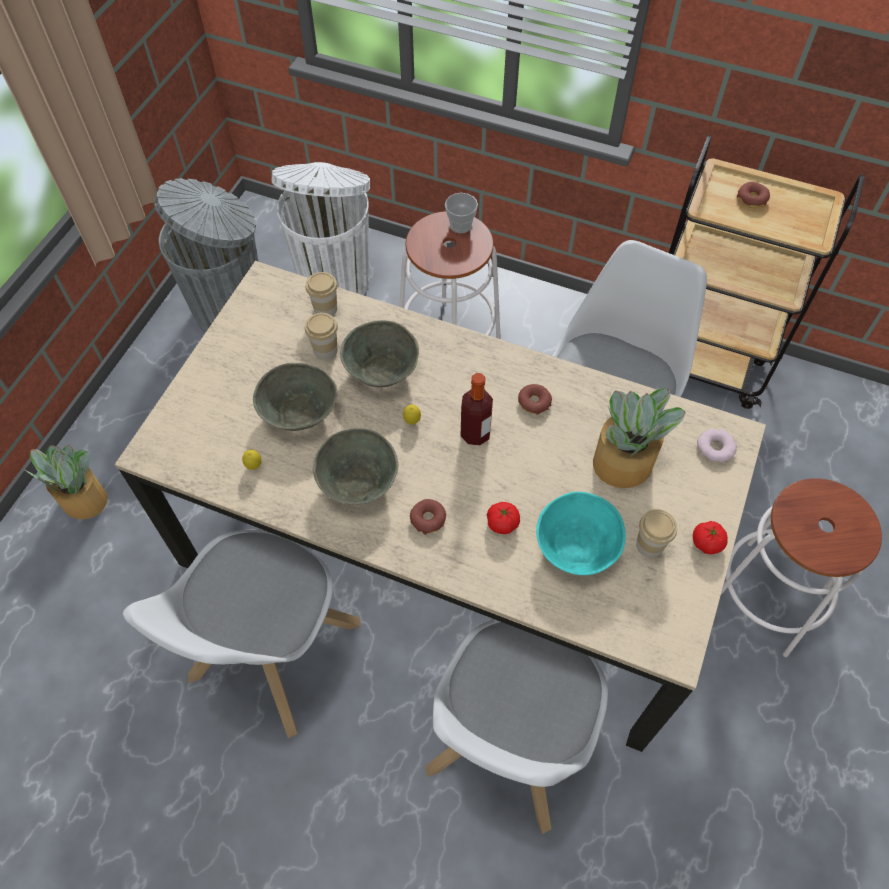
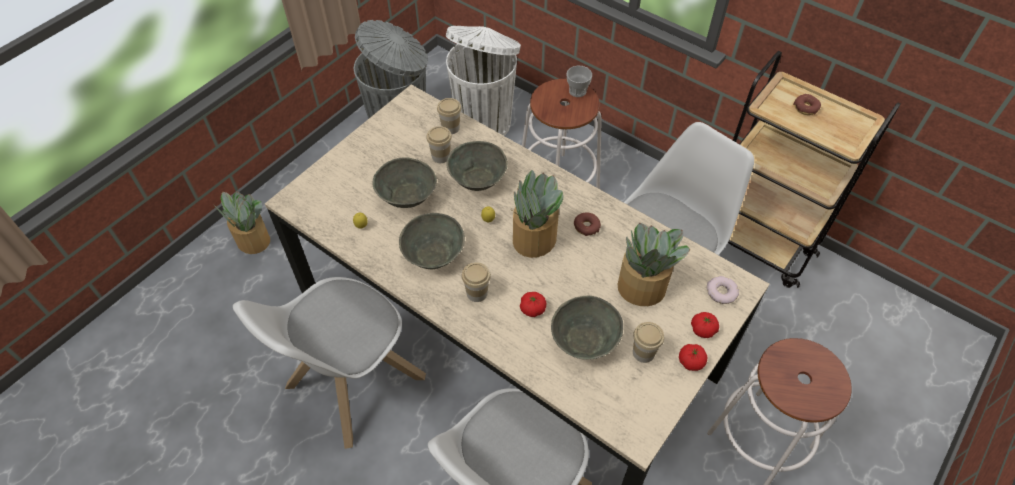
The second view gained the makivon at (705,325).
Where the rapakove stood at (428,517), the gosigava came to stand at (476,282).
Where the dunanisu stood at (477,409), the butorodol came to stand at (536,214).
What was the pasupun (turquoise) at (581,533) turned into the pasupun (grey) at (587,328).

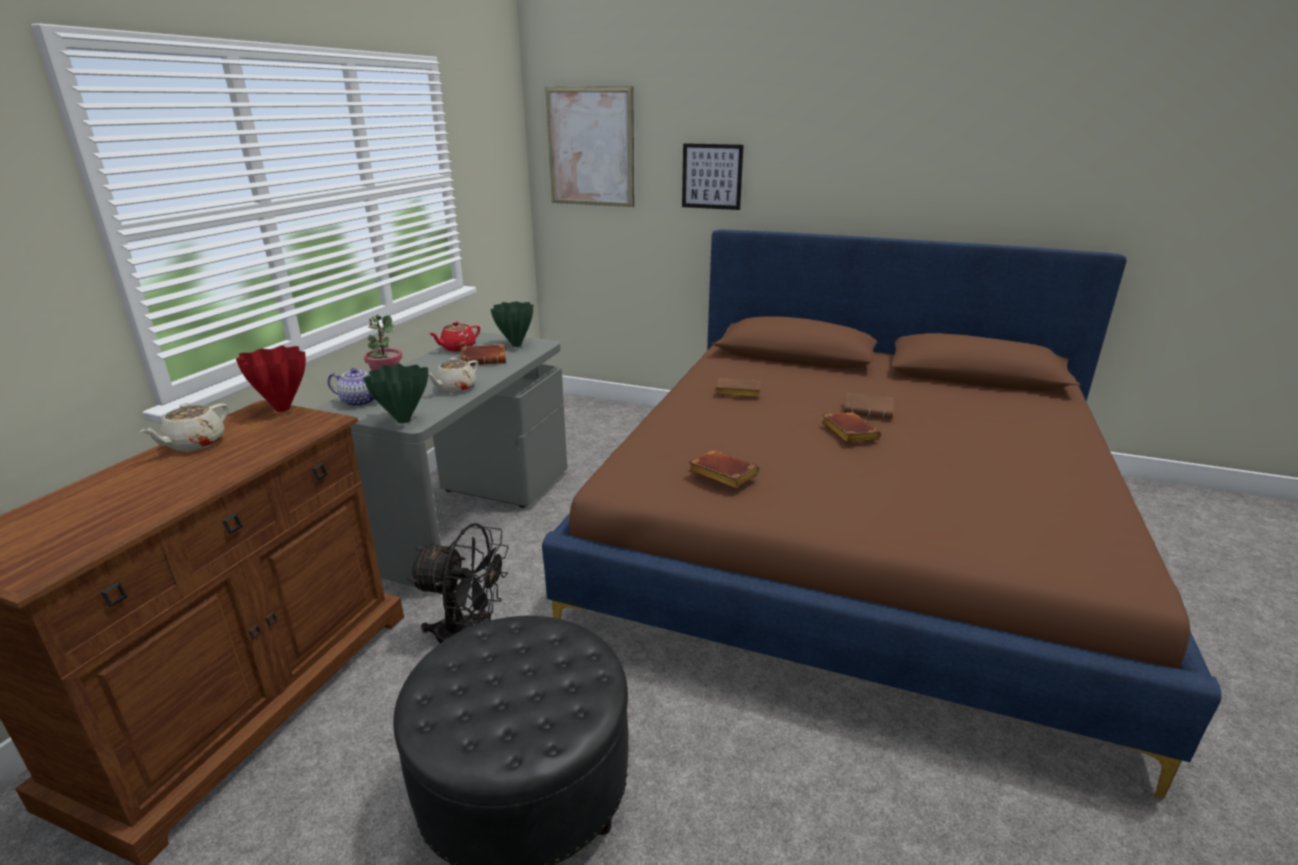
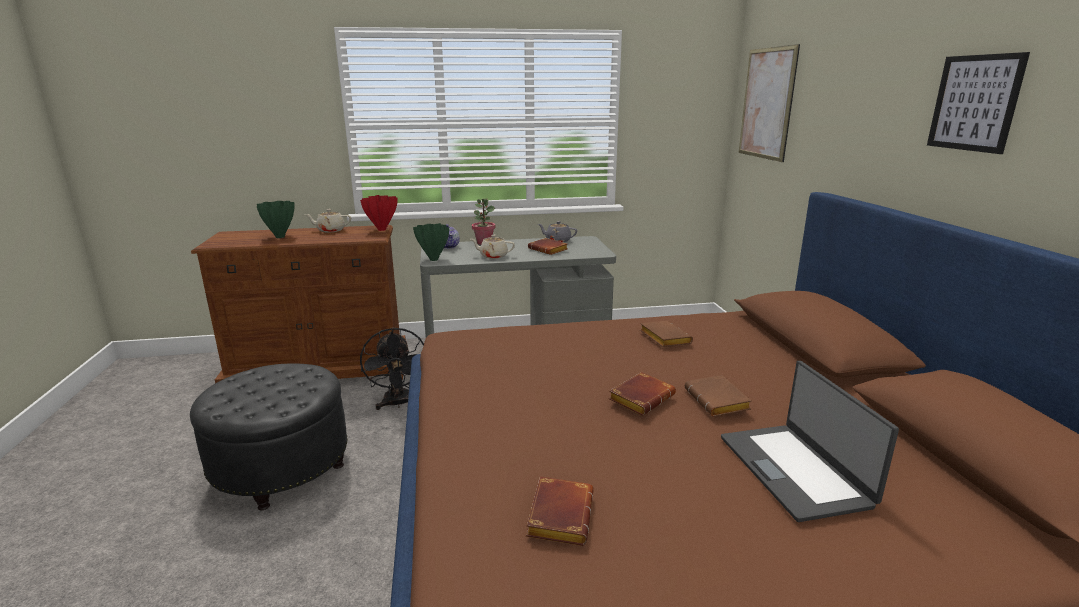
The second view gained the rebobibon at (810,441).
The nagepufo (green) ended up elsewhere, having gone from (511,324) to (275,219).
The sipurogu ended up elsewhere, having gone from (713,176) to (978,103).
The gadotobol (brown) ended up elsewhere, having gone from (723,469) to (560,511).
What was the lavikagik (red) at (454,336) turned into the lavikagik (grey) at (557,231).

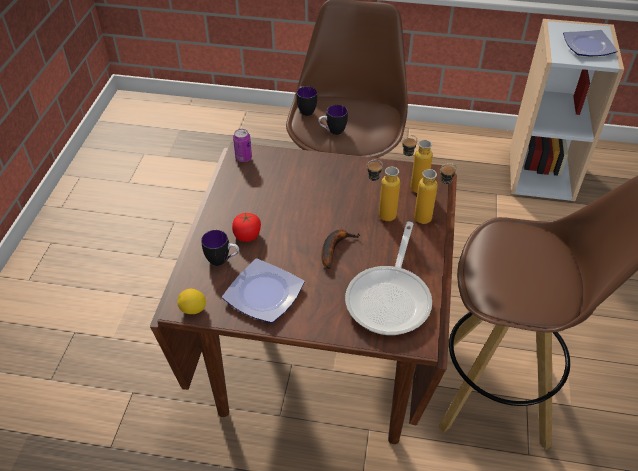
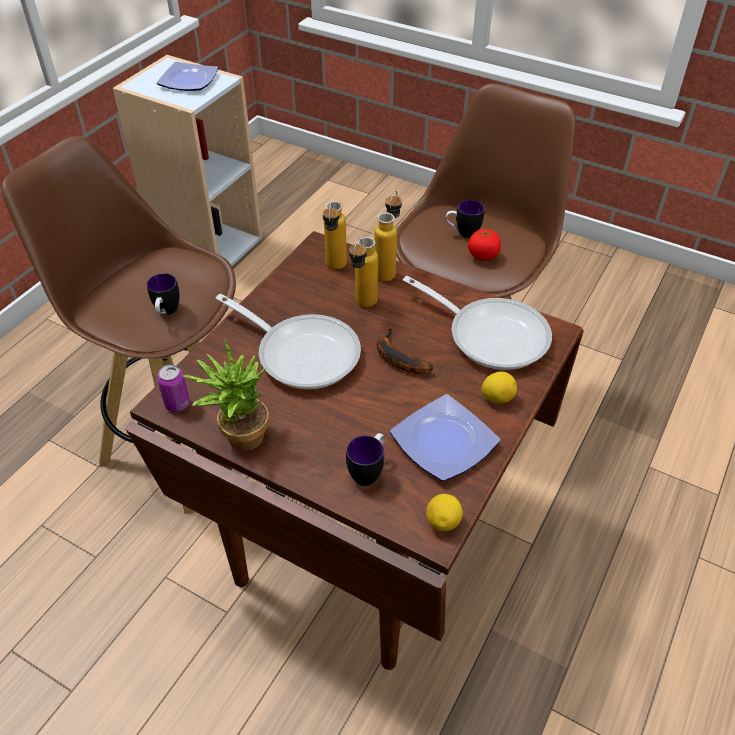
The second view gained the butorodol at (225,395).
The second view gained the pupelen at (288,342).
The second view gained the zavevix at (499,387).
The makivon ended up elsewhere, having gone from (246,227) to (484,245).
The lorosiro ended up elsewhere, having gone from (307,101) to (465,219).

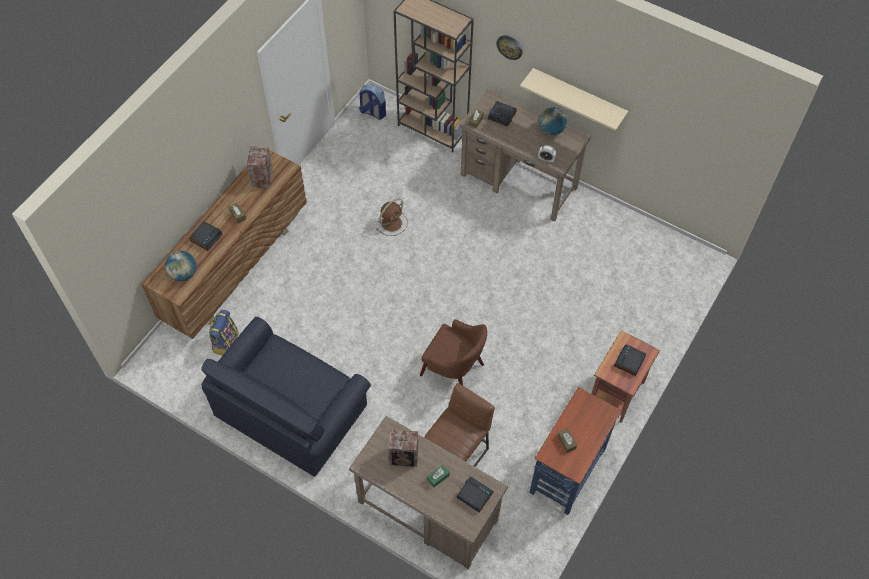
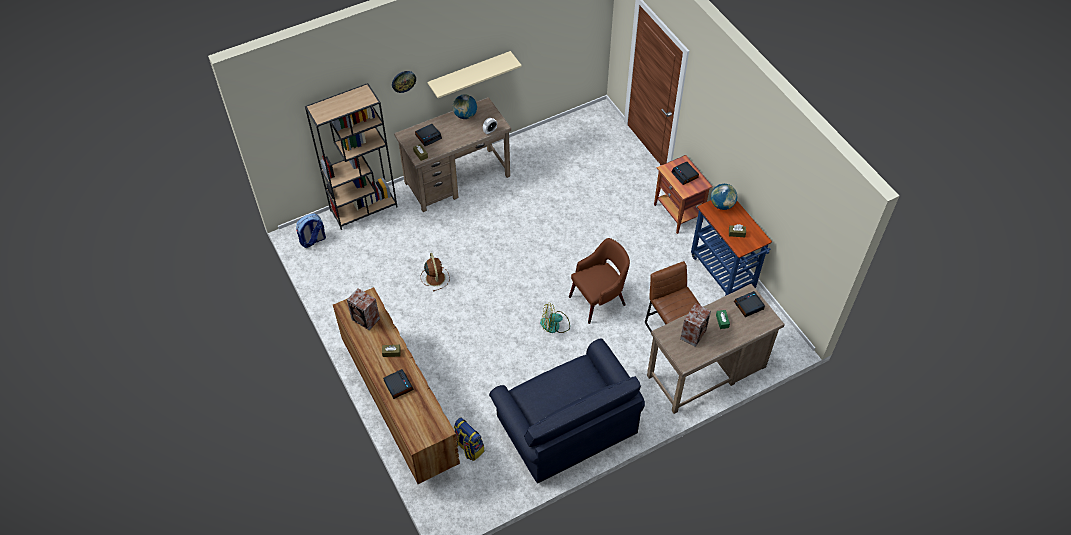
The second view gained the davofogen at (555,317).
The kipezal ended up elsewhere, having gone from (180,266) to (724,197).

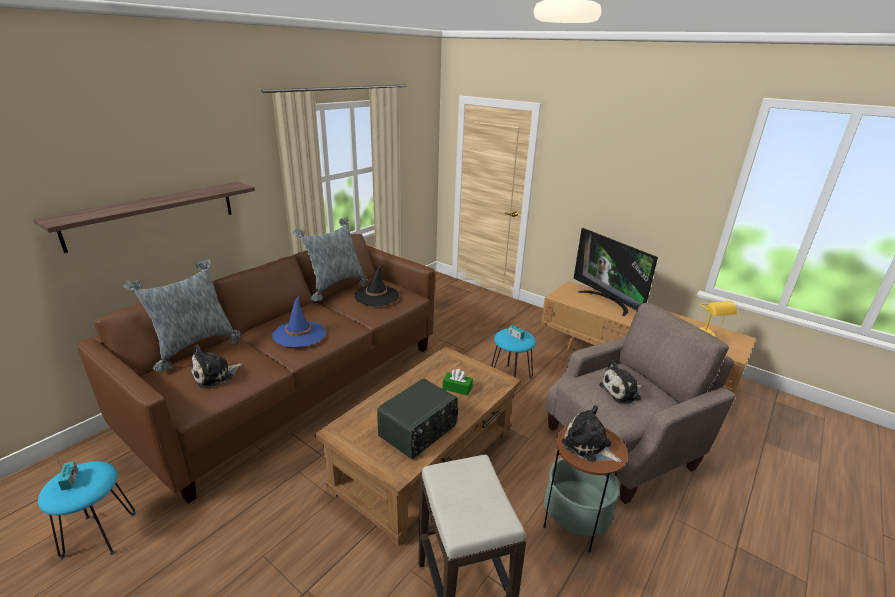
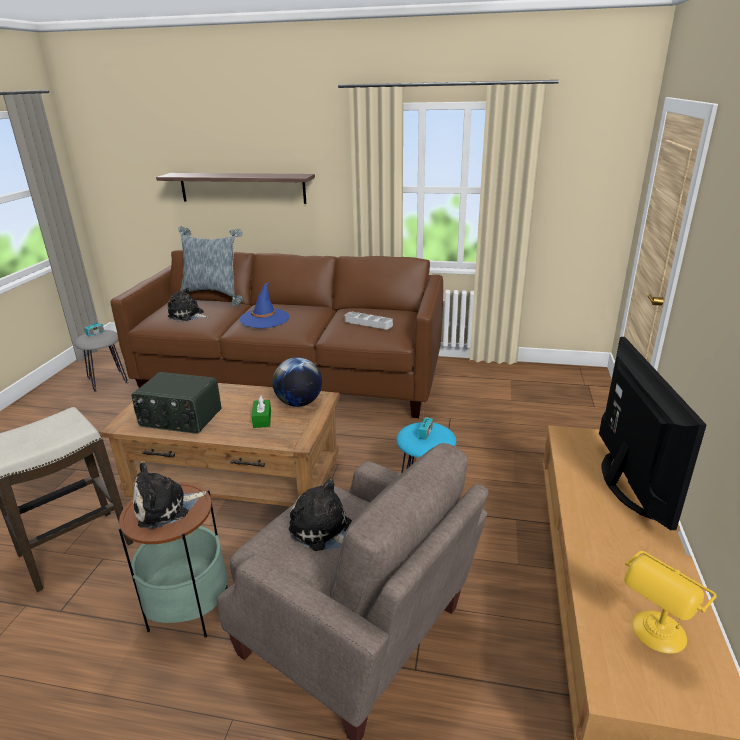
The second view lost the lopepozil at (330,259).
The second view gained the kipezal at (297,382).
Where the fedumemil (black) stood at (376,285), the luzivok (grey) came to stand at (369,320).
What was the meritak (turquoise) at (87,510) turned into the meritak (grey) at (101,361).
The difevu at (592,433) ended up facing another way, 135 degrees counterclockwise from before.
The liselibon at (616,272) ended up facing another way, 150 degrees clockwise from before.

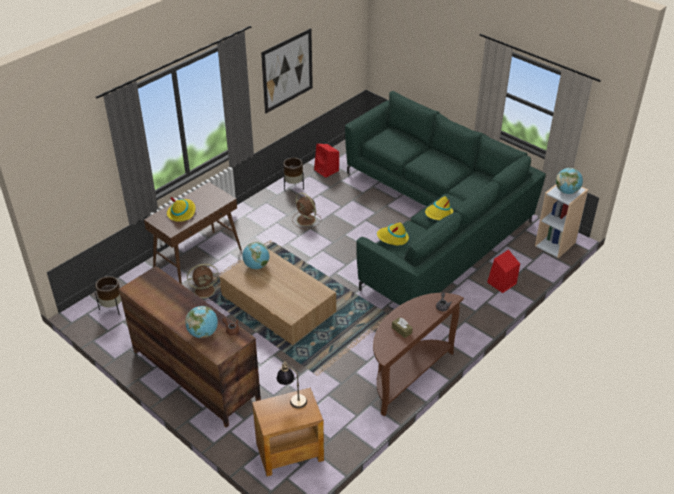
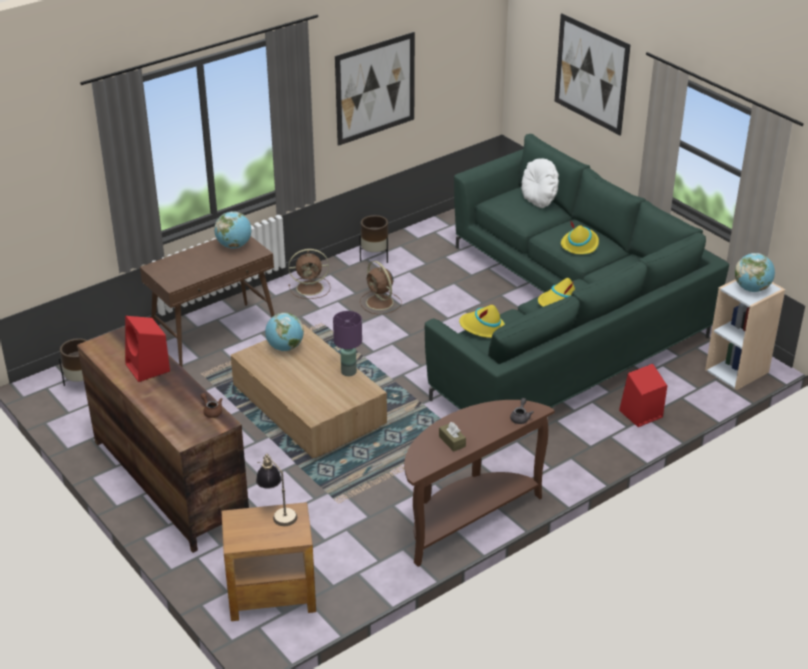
The second view gained the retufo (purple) at (347,343).
The second view gained the lopepozil (white) at (540,183).
The second view gained the sipurogu at (592,74).
The fedumemil (yellow) ended up elsewhere, having gone from (181,209) to (580,237).
The kipezal ended up elsewhere, having gone from (201,322) to (232,229).
The davofogen (brown) ended up elsewhere, having gone from (204,282) to (309,274).
The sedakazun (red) ended up elsewhere, having gone from (326,161) to (147,349).

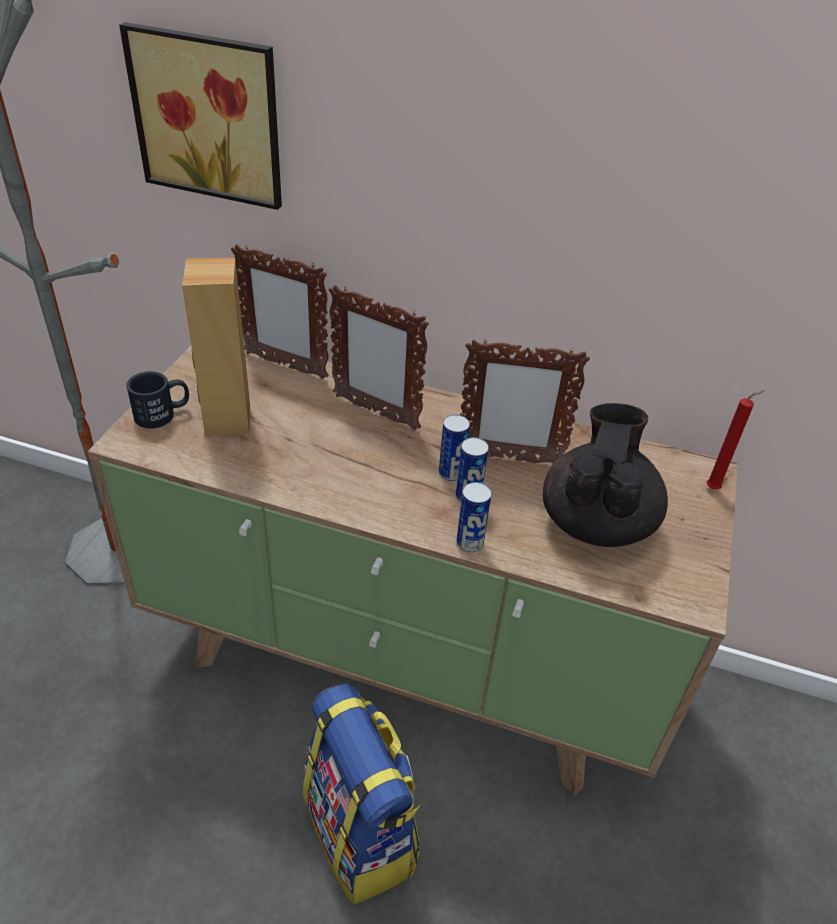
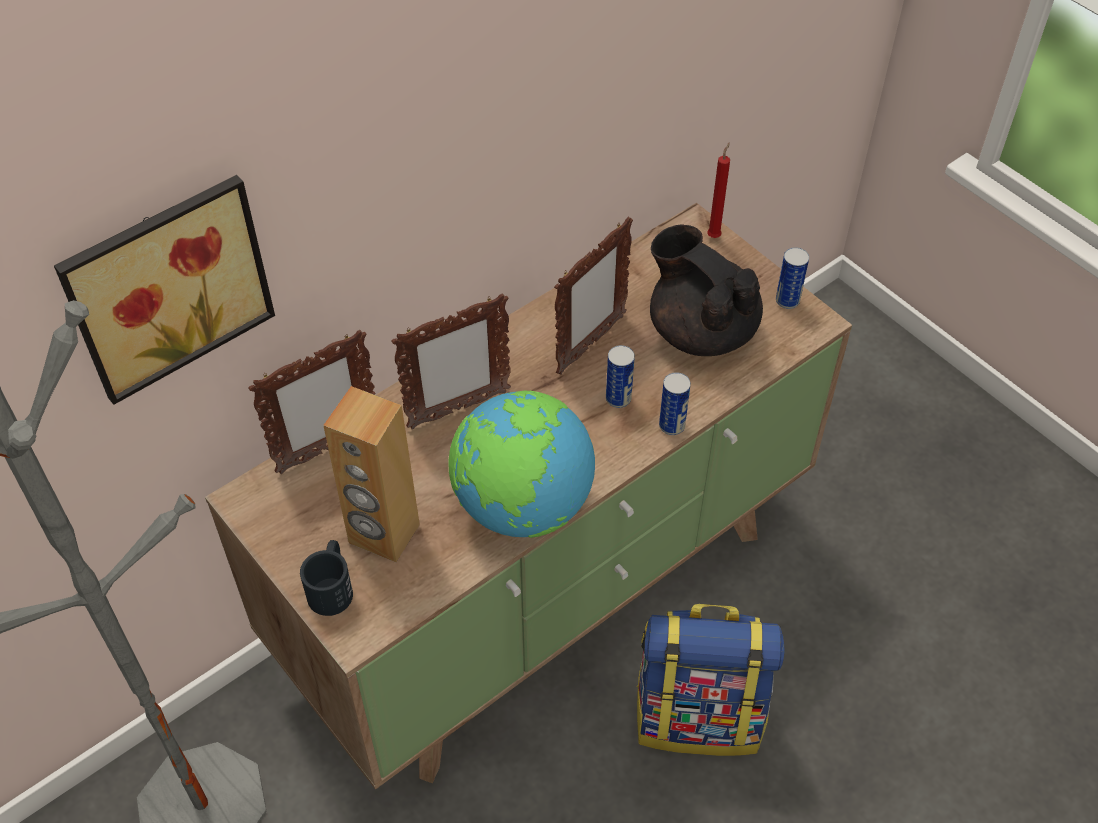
The second view gained the kipezal at (521,464).
The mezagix ended up elsewhere, having gone from (454,448) to (792,278).

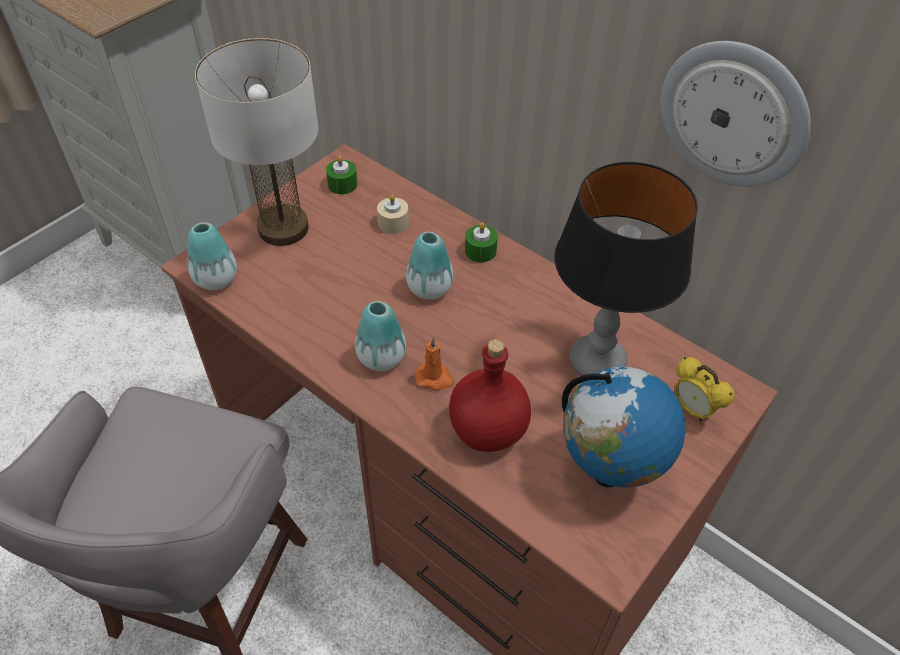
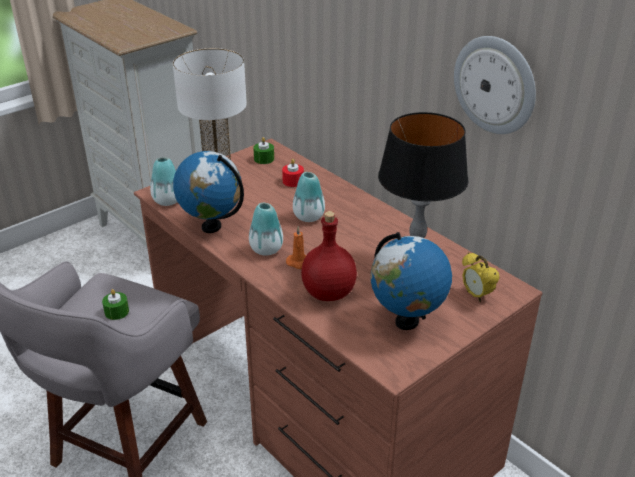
The second view gained the kipezal at (208,192).
The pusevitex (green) ended up elsewhere, having gone from (481,242) to (115,304).
What was the pusevitex (beige) at (393,214) turned into the pusevitex (red) at (293,173).

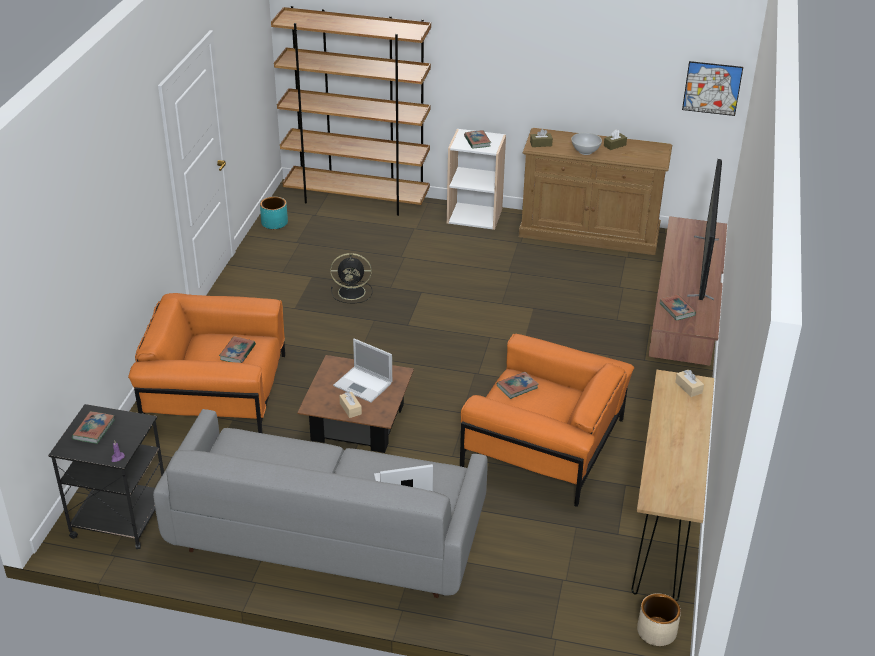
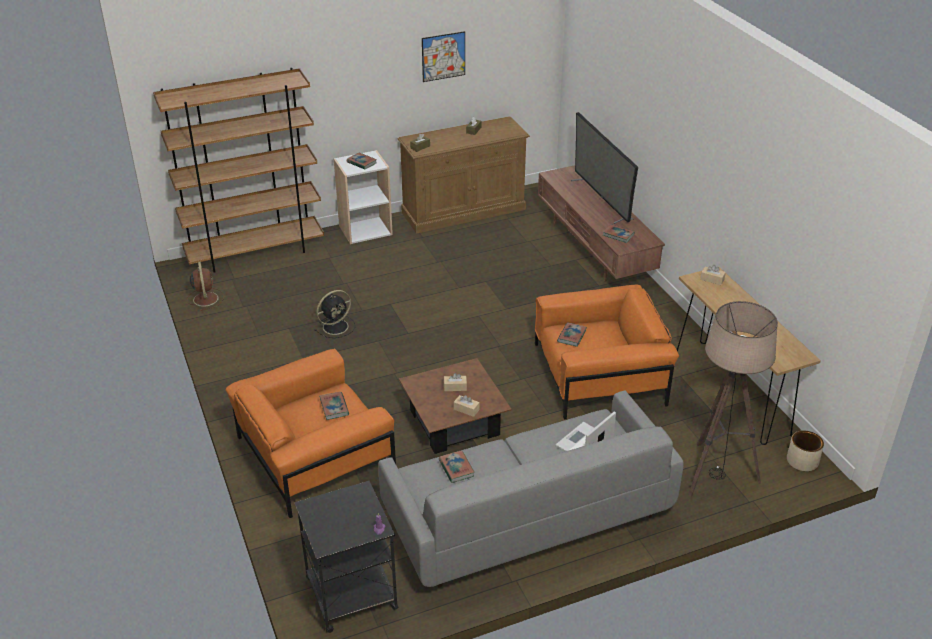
The second view lost the pasupun (white) at (586,143).
The second view gained the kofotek at (733,399).
The gadotobol ended up elsewhere, having gone from (93,427) to (457,466).
The sipurogu ended up elsewhere, having gone from (712,88) to (443,56).
Where the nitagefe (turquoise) stood at (274,213), the davofogen (brown) came to stand at (205,286).
Where the rebobibon stood at (362,370), the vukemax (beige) came to stand at (455,382).

